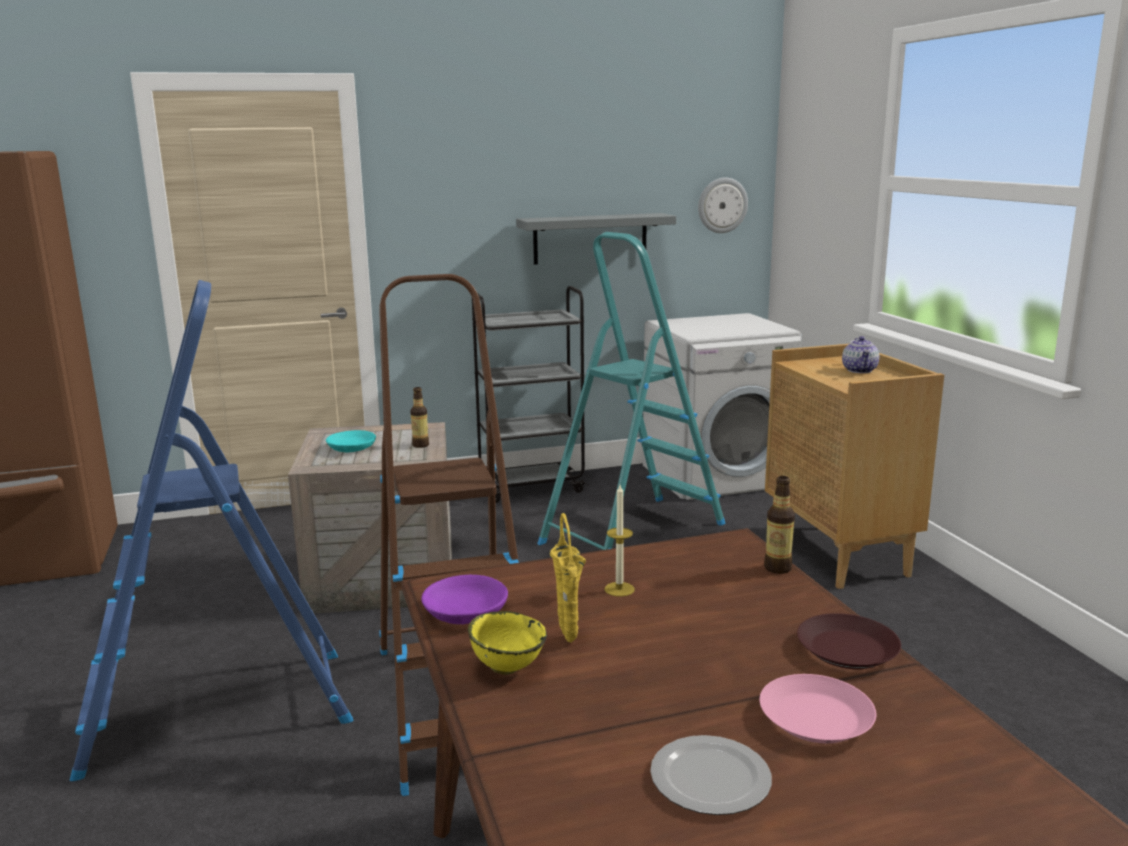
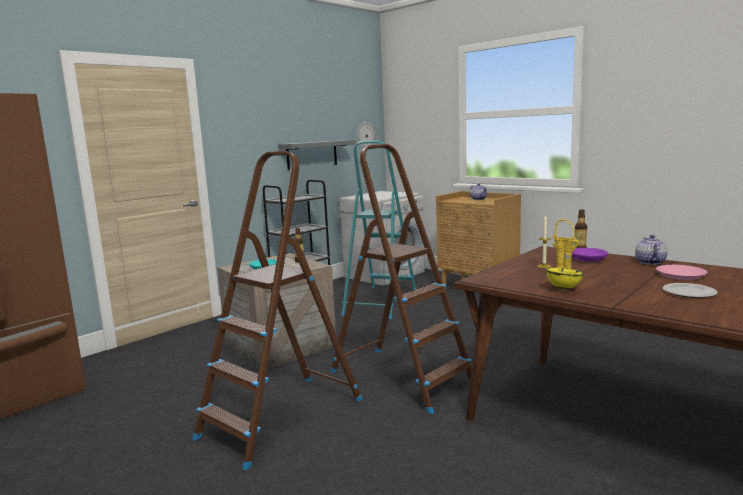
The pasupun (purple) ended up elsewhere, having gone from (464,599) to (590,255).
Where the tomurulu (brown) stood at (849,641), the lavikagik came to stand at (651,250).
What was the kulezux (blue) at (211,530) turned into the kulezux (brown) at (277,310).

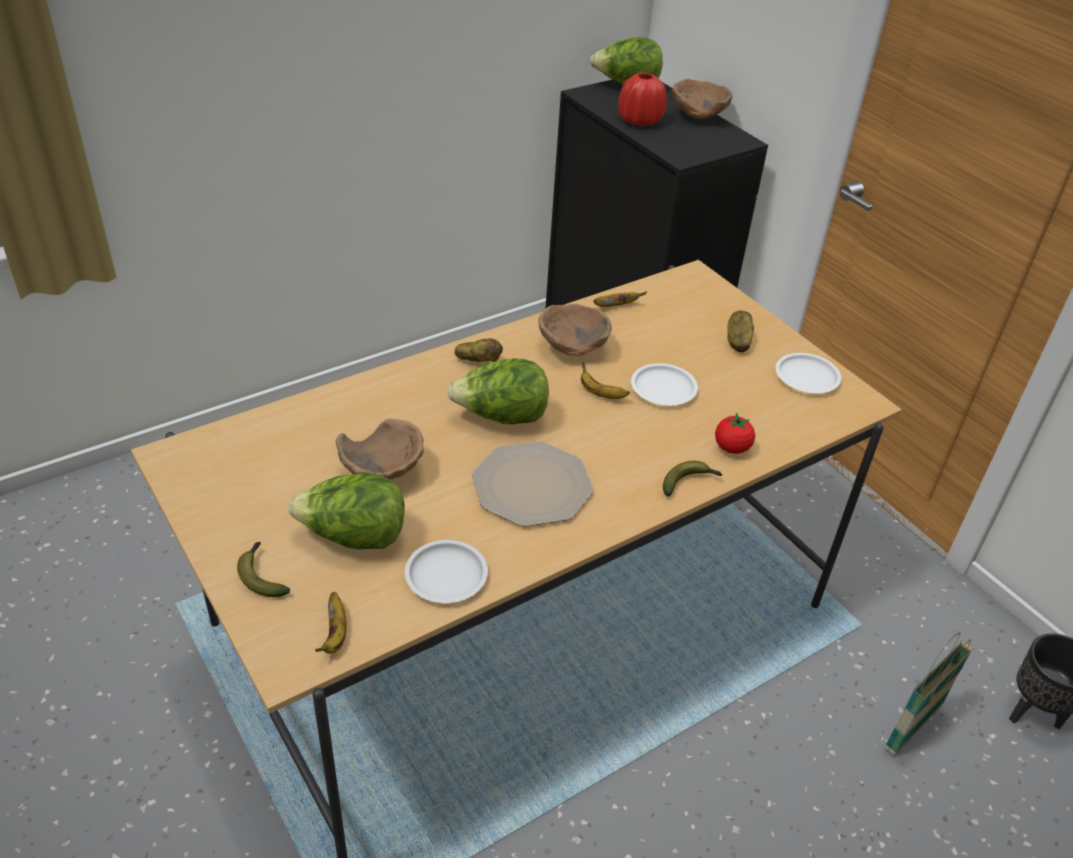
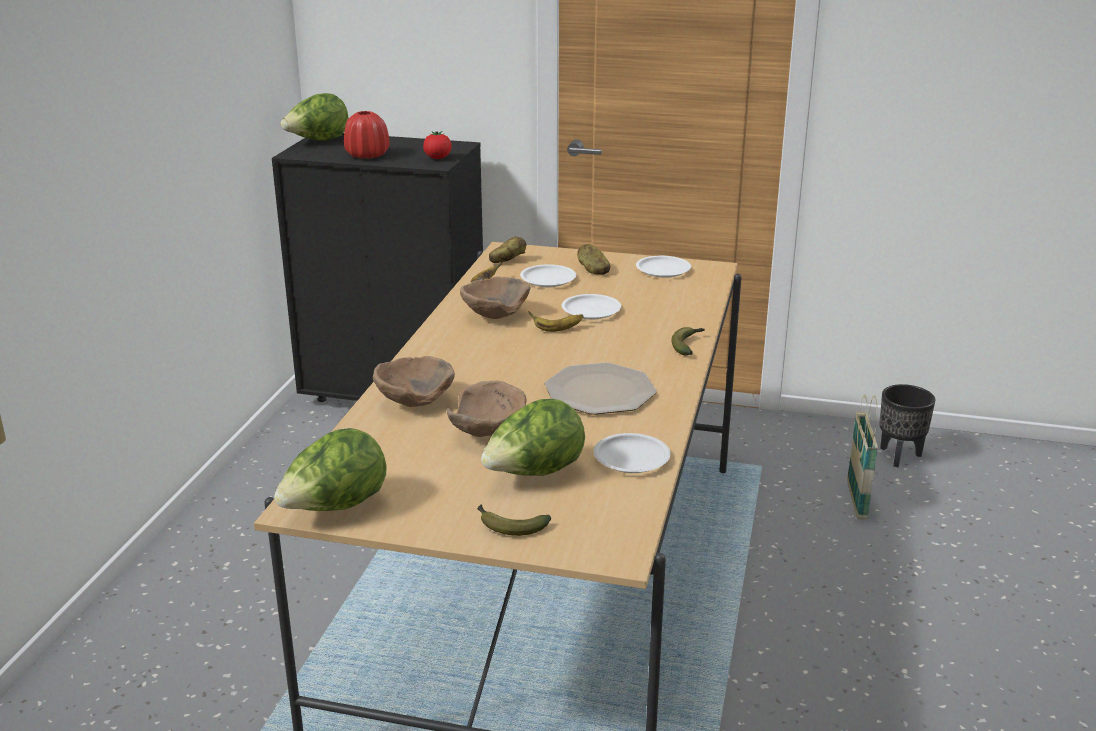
The second view lost the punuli at (330,623).
The second view gained the tomurulu (white) at (548,275).
The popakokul ended up elsewhere, having gone from (498,391) to (330,469).
The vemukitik ended up elsewhere, having gone from (479,350) to (507,250).
The pasupun (brown) ended up elsewhere, having gone from (702,99) to (414,381).
The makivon ended up elsewhere, having gone from (735,433) to (437,145).

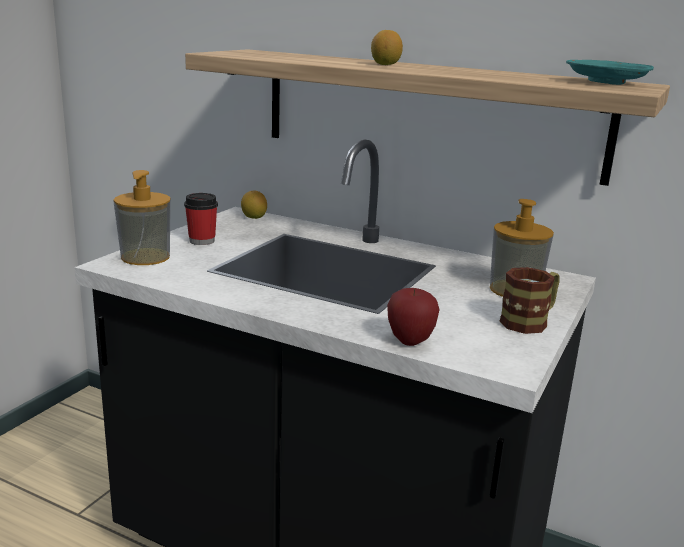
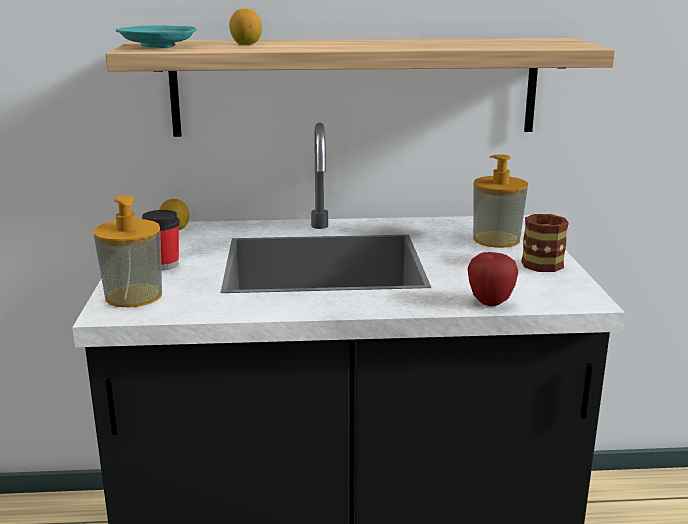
The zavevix ended up elsewhere, having gone from (387,47) to (245,27).
The tomurulu (turquoise) ended up elsewhere, having gone from (610,72) to (156,36).

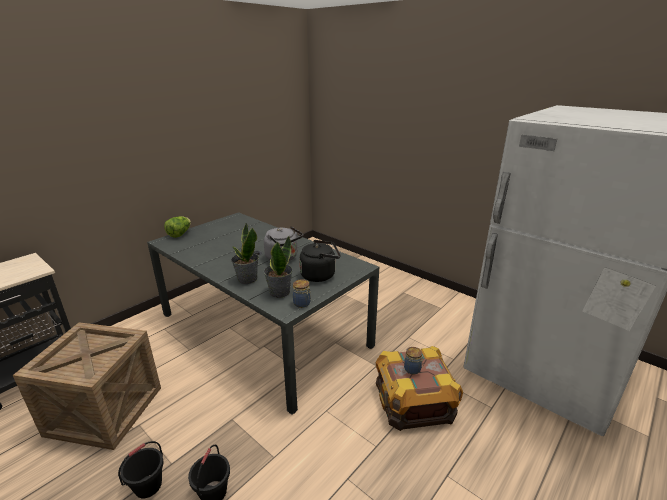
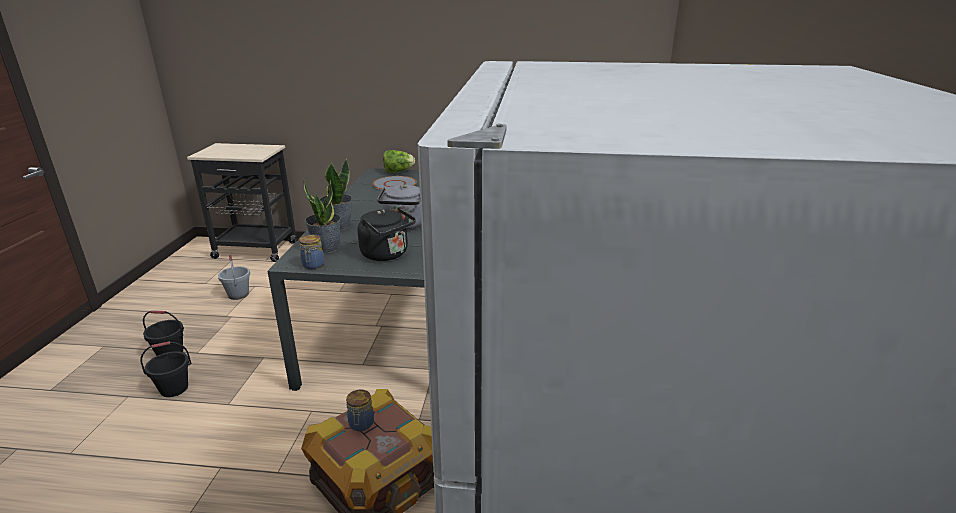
The second view gained the tomurulu (grey) at (395,183).
Where the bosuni stood at (87,386), the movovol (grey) came to stand at (234,277).

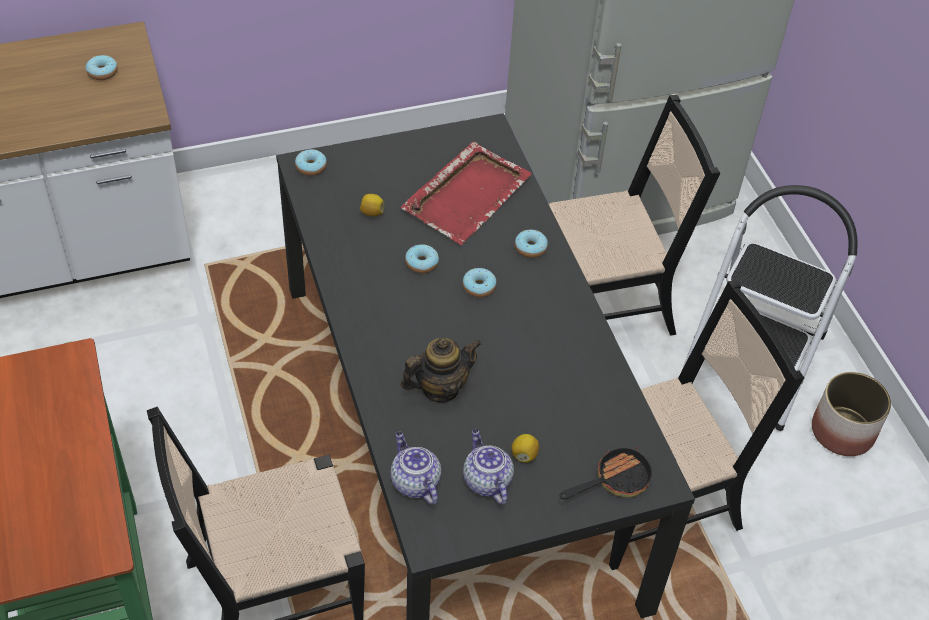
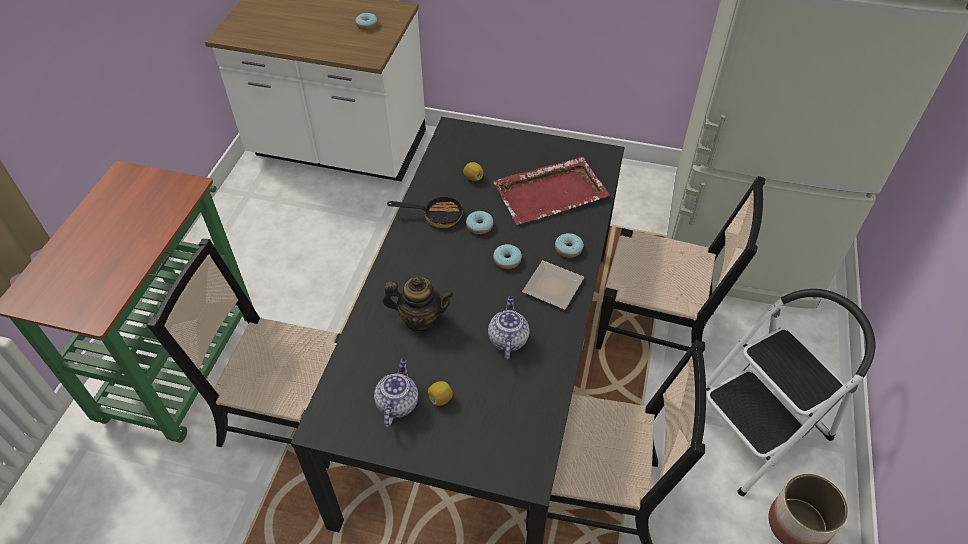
The second view lost the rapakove at (311,162).
The second view gained the tomurulu at (553,285).
The lavikagik ended up elsewhere, having gone from (416,468) to (508,327).
The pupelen ended up elsewhere, having gone from (605,471) to (425,211).

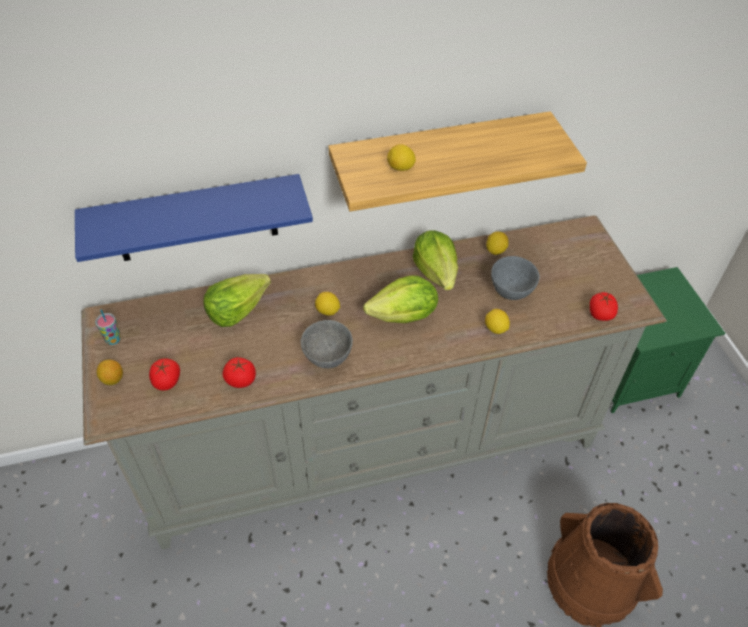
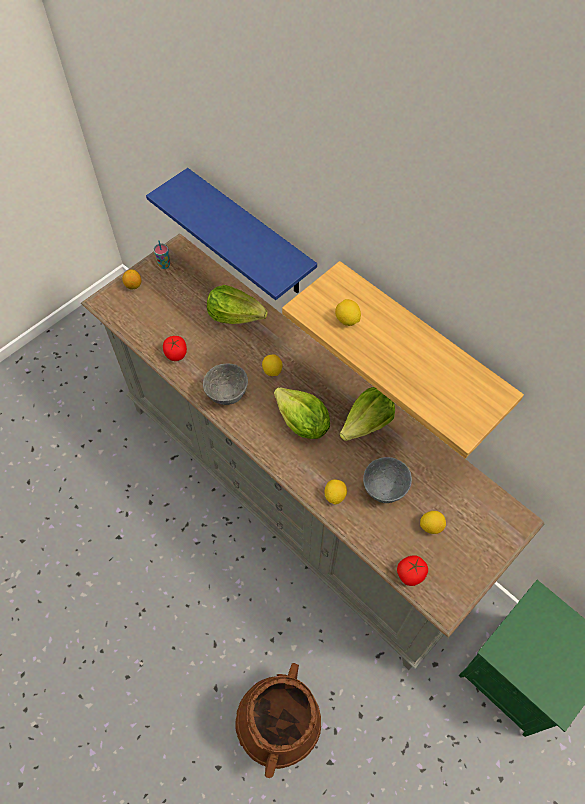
The second view lost the makivon at (164,374).
The zavevix ended up elsewhere, having gone from (497,243) to (433,522).

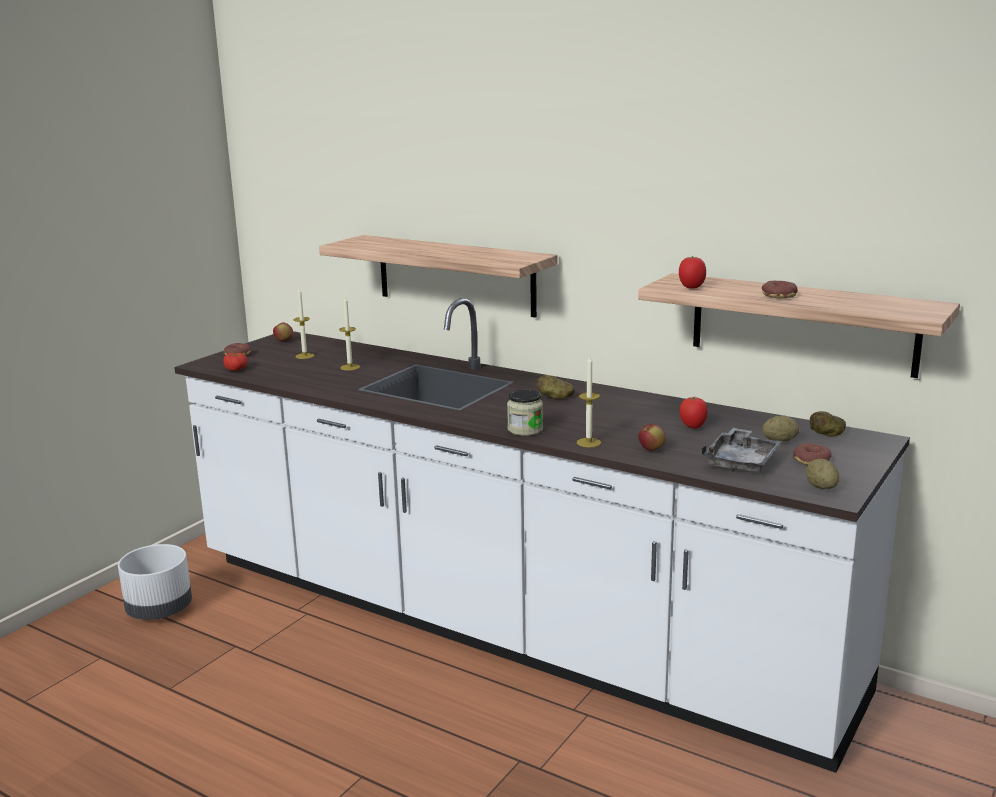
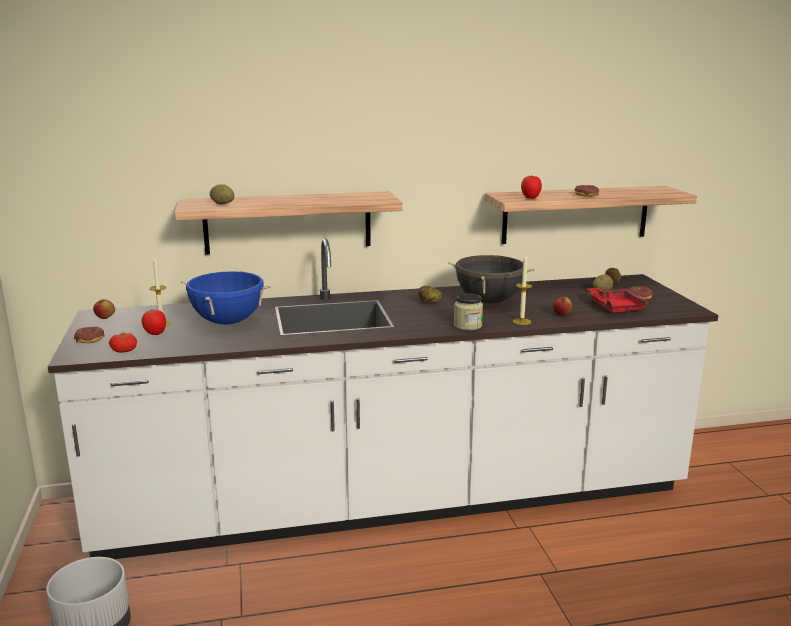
The second view gained the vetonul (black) at (491,279).
The makivon ended up elsewhere, having gone from (693,413) to (154,322).
The vemukitik ended up elsewhere, having gone from (822,474) to (222,194).
Where the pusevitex stood at (349,334), the vetonul (blue) came to stand at (225,297).
What was the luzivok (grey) at (741,449) turned into the luzivok (red) at (618,300).

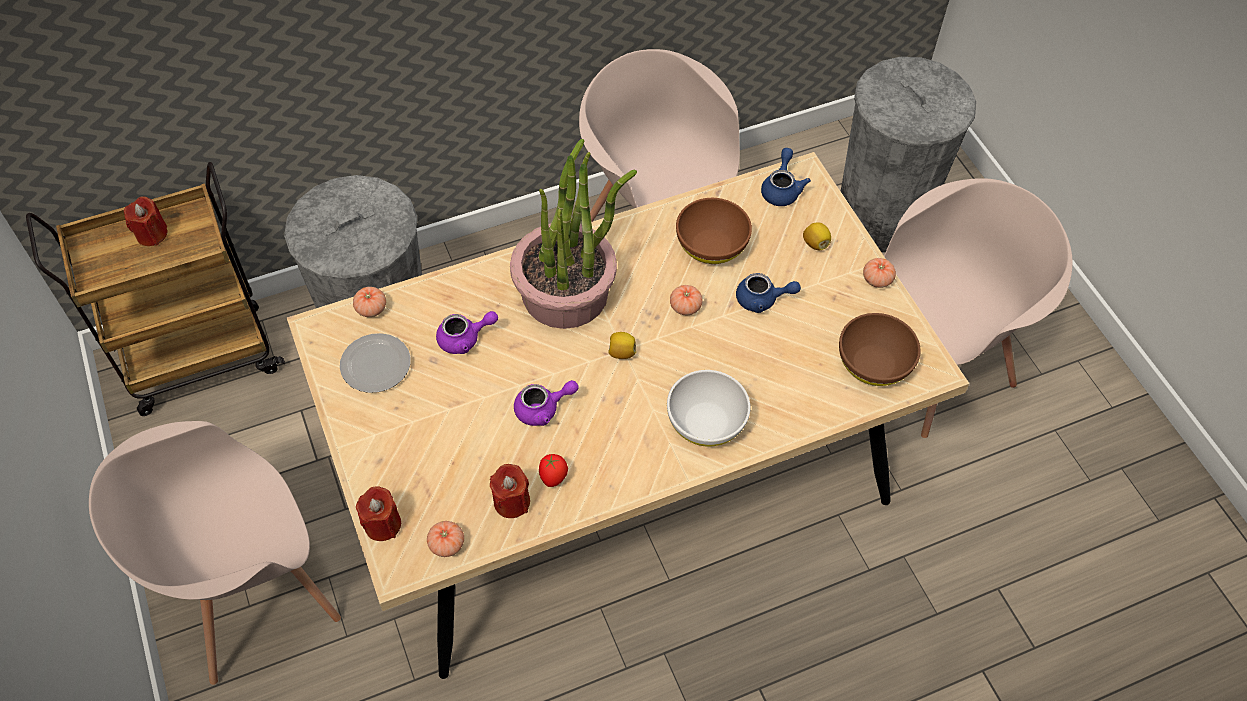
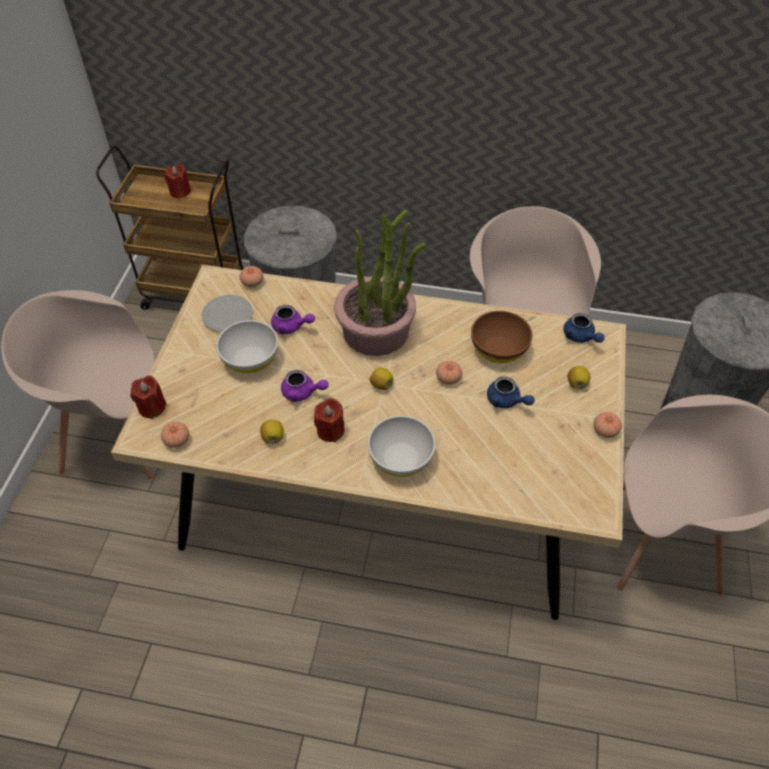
The second view lost the pasupun (brown) at (880,349).
The second view gained the pasupun (white) at (247,346).
The pusevitex (red) ended up elsewhere, having gone from (510,491) to (329,420).
Where the makivon stood at (553,470), the zavevix came to stand at (272,432).
The lavikagik (blue) at (786,177) ended up facing another way, 105 degrees clockwise from before.

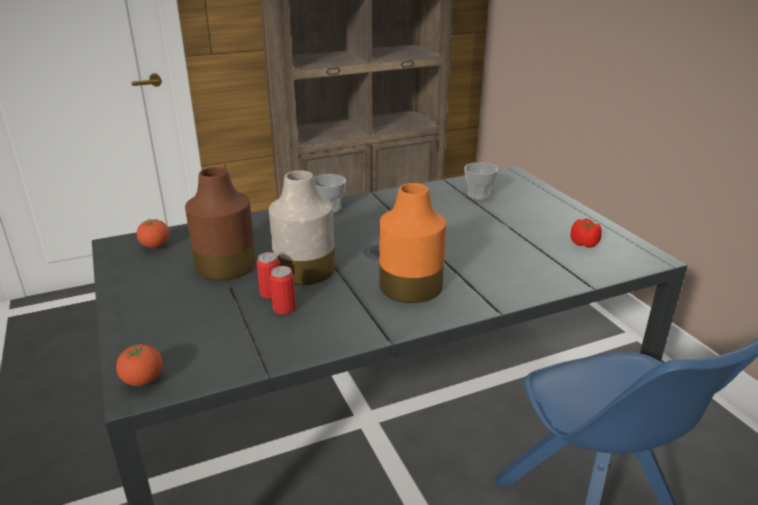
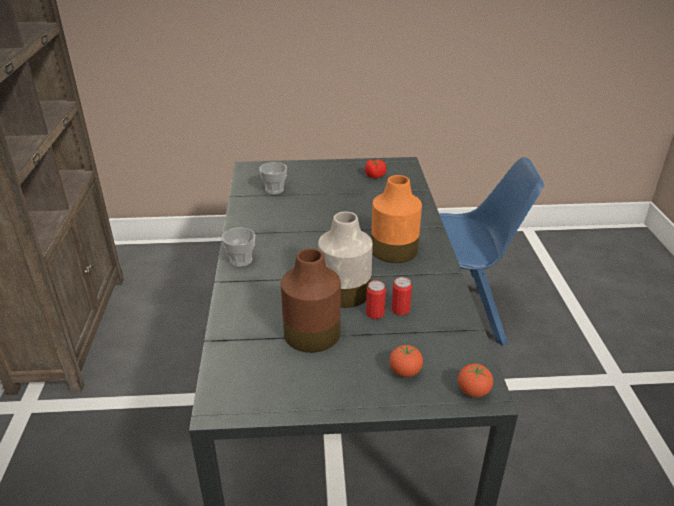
The makivon ended up elsewhere, having gone from (153,233) to (406,361).

